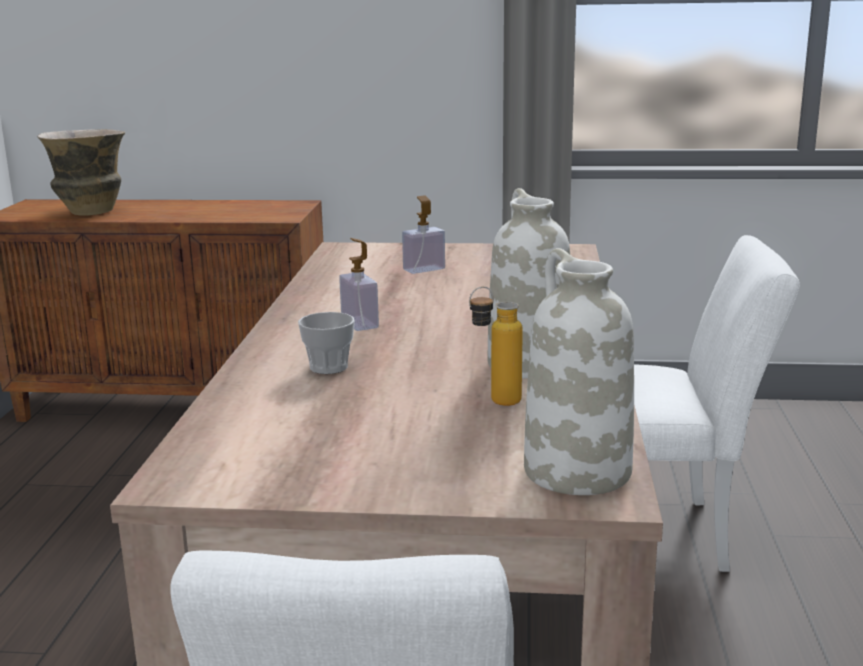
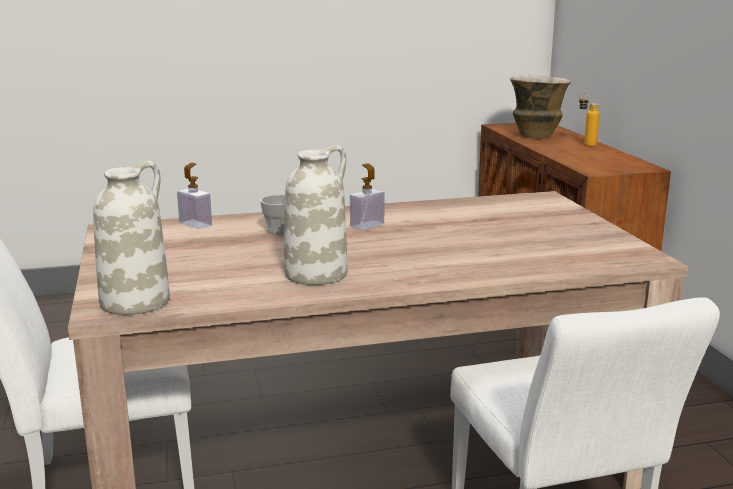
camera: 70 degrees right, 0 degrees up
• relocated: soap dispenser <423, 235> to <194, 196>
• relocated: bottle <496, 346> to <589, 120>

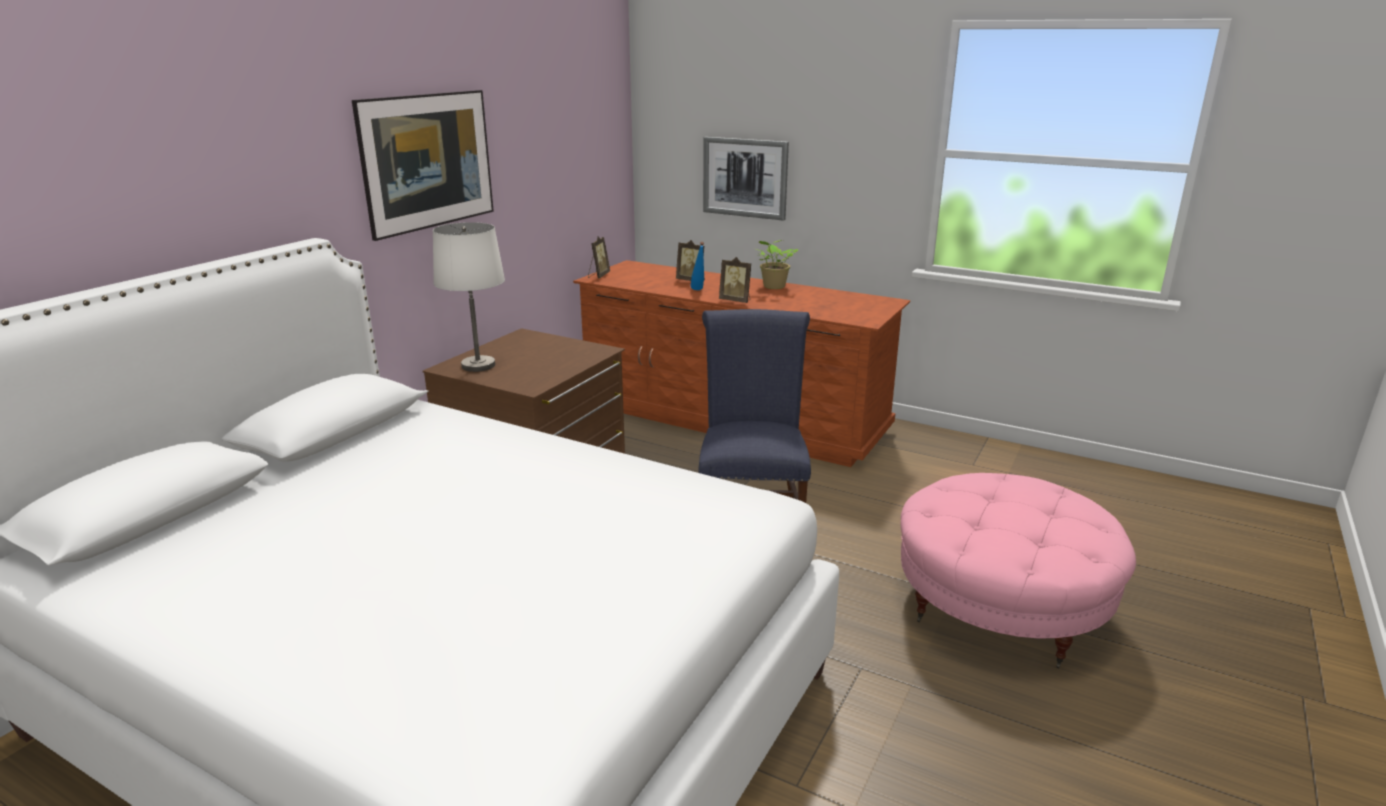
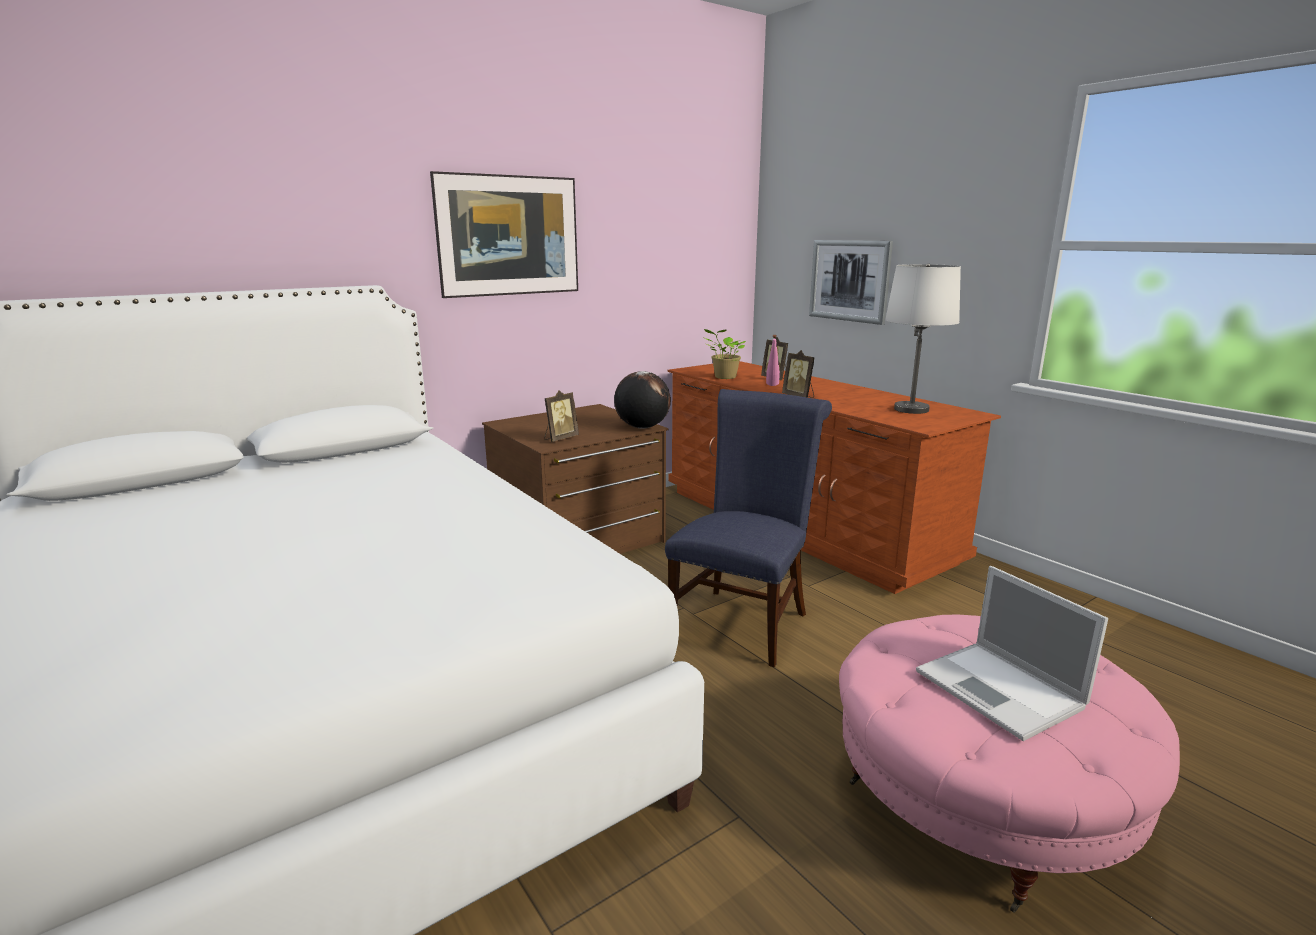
camera: 25 degrees right, 5 degrees down
• appeared: globe <642, 400>
• appeared: laptop <1012, 653>
• relocated: white table lamp <469, 297> to <923, 338>
• relocated: picture frame <599, 257> to <561, 416>
• relocated: potted plant <777, 264> to <725, 354>
• colour: blue bottle <697, 266> to pink bottle <773, 360>

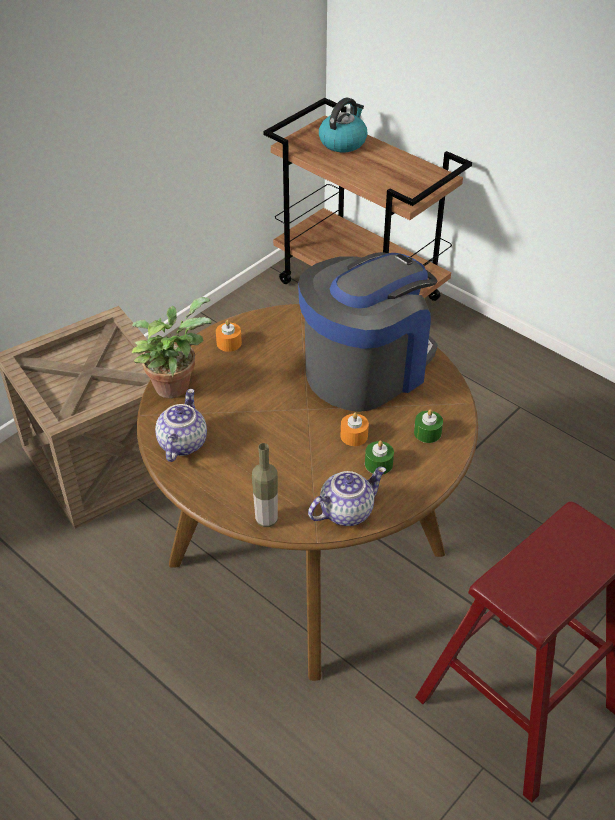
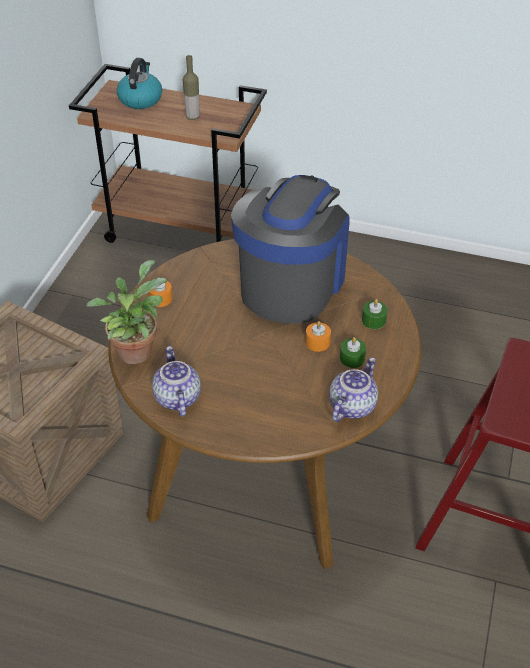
camera: 25 degrees left, 0 degrees up
• relocated: bottle <265, 485> to <191, 87>

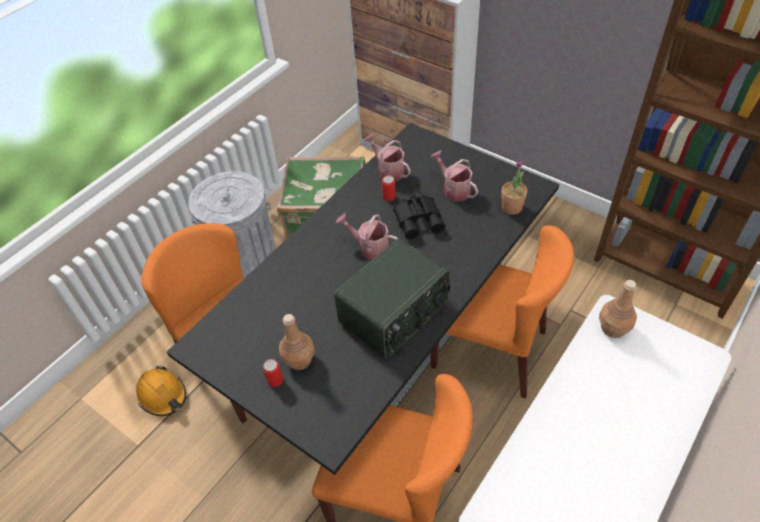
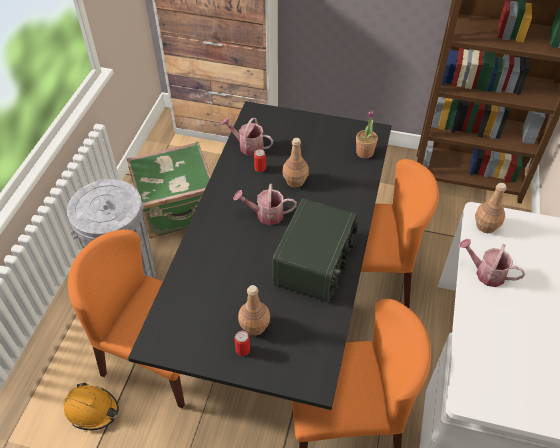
camera: 25 degrees left, 0 degrees up
• relocated: watering can <454, 176> to <492, 263>
• exchanged: black binoculars <419, 217> to brown bottle <295, 163>

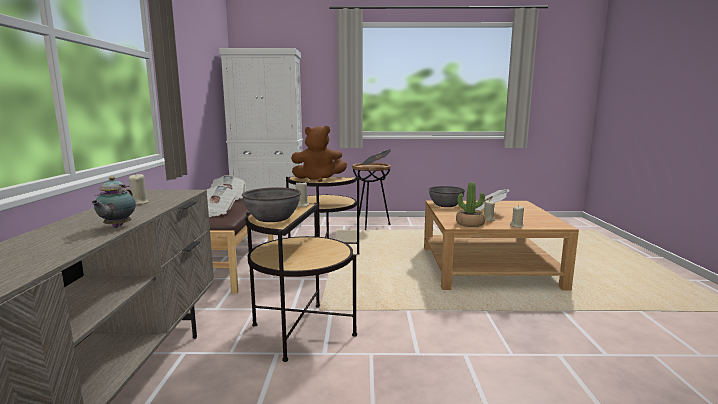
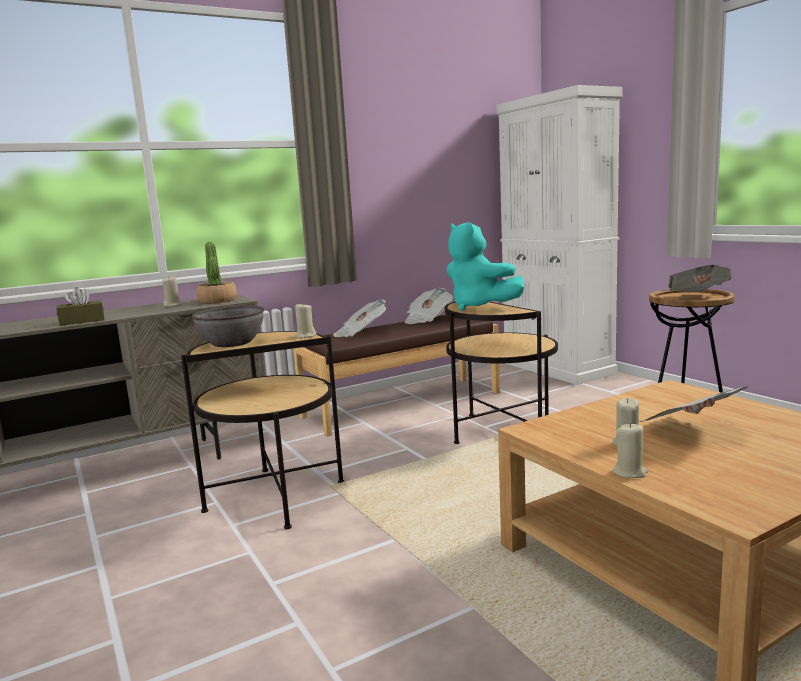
camera: 60 degrees right, 0 degrees up
• missing: grey bowl <447, 196>
• relocated: potted plant <470, 204> to <216, 272>
• exchanged: teapot <113, 202> to brown tissue box <80, 306>
• colour: brown plush toy <319, 154> to turquoise plush toy <485, 266>

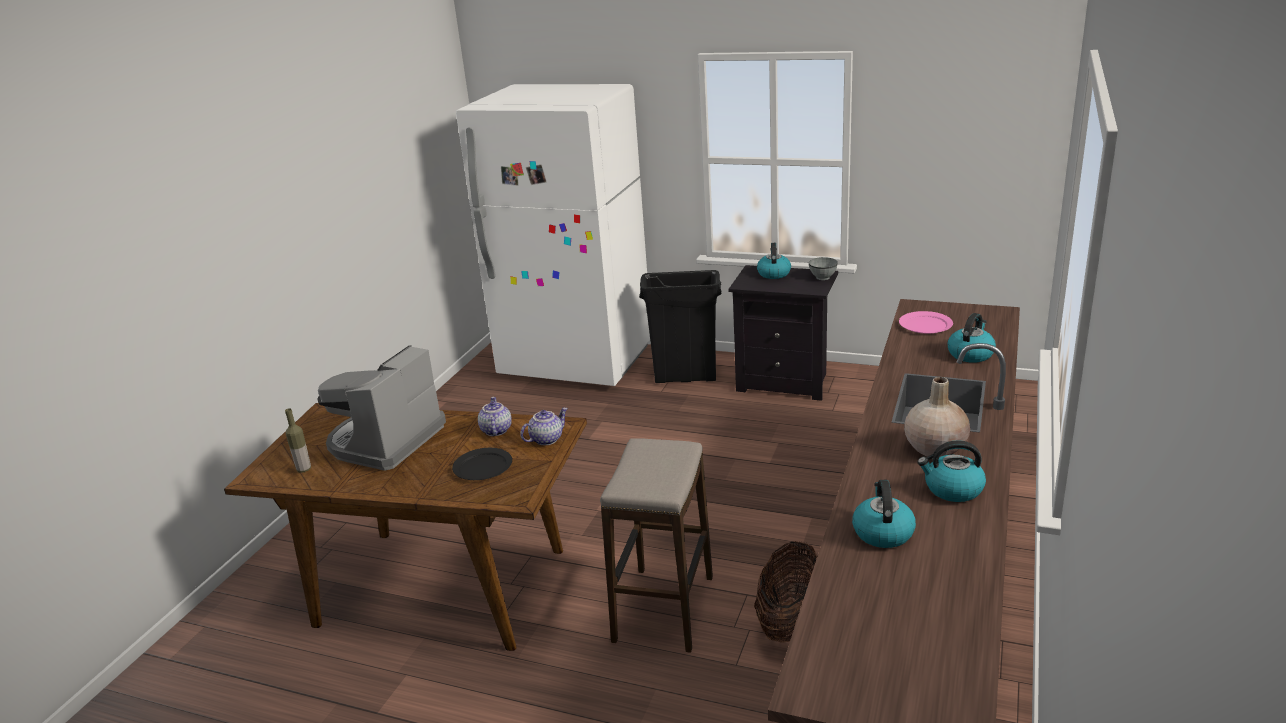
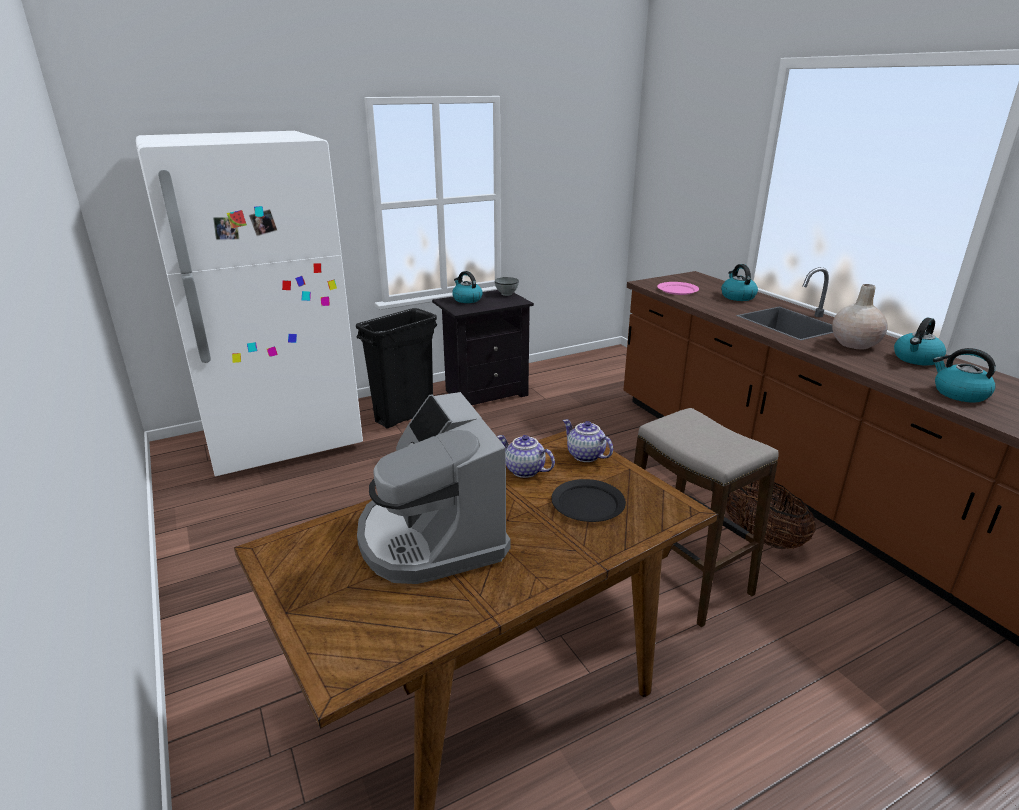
camera: 50 degrees left, 0 degrees up
• missing: bottle <298, 440>
• spun: teapot <544, 426> = <588, 440> 45 degrees counterclockwise

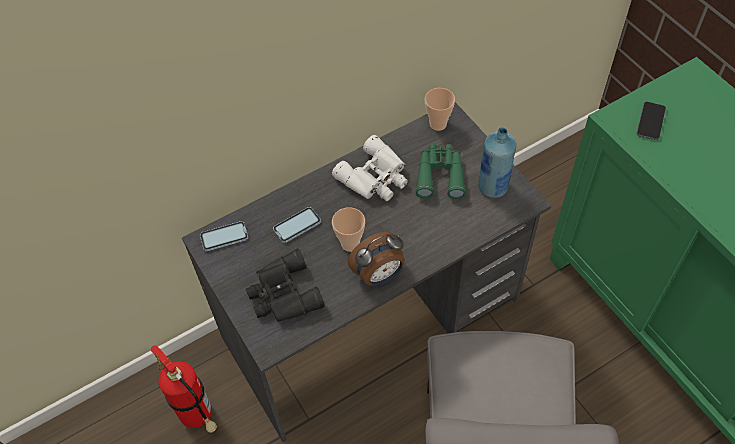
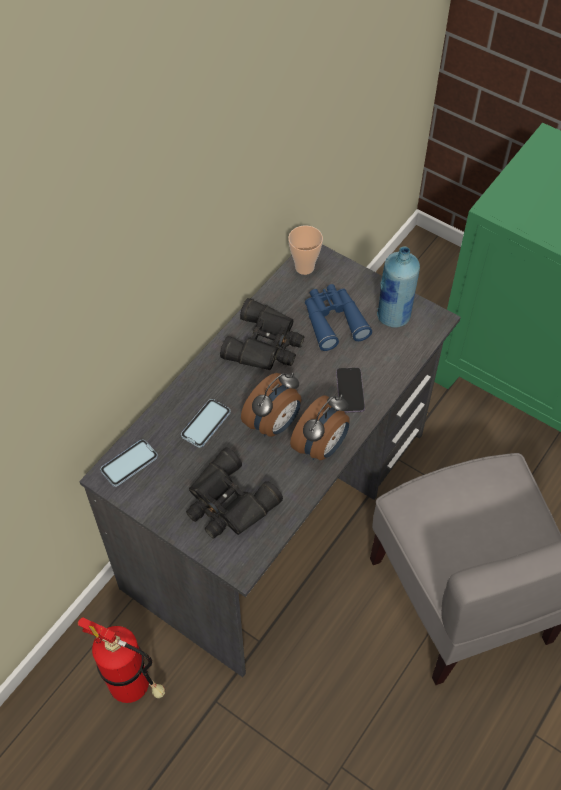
camera: 25 degrees left, 0 degrees up
• relocated: phone <651, 121> to <350, 390>
• exchanged: cup <348, 229> to alarm clock <271, 405>
• colour: white binoculars <370, 168> to black binoculars <262, 334>
• colour: green binoculars <440, 171> to blue binoculars <338, 317>

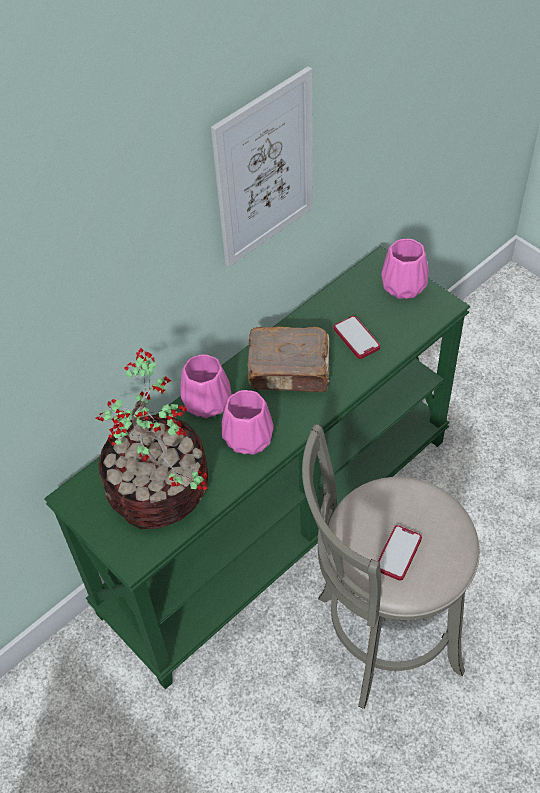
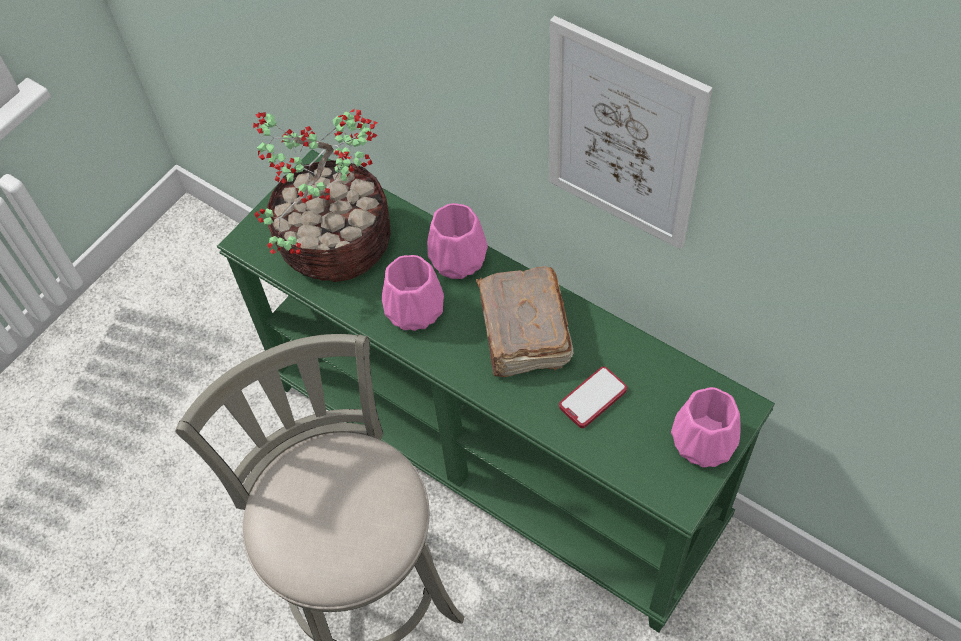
camera: 80 degrees right, 5 degrees up
• missing: phone <400, 553>

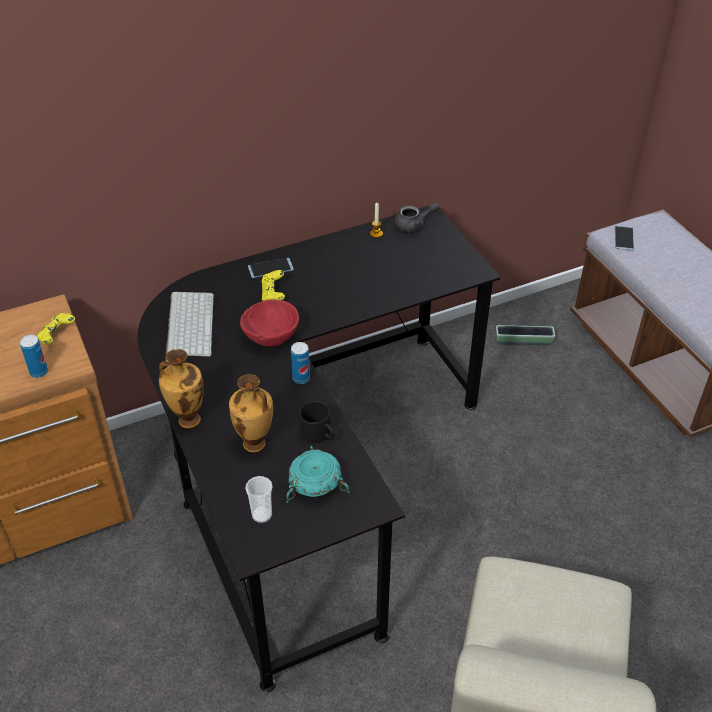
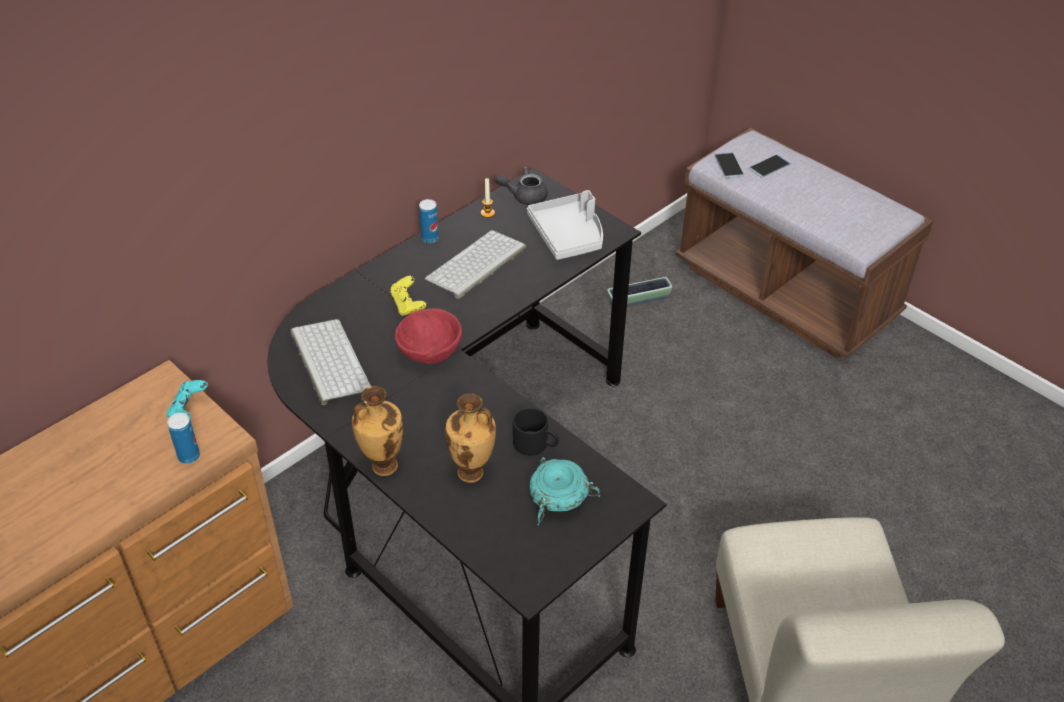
camera: 20 degrees left, 0 degrees up
• missing: cup <258, 499>
• appeared: keyboard <475, 264>
• appeared: grey tray <565, 225>
• relocated: phone <271, 268> to <770, 166>
• relocated: can <300, 363> to <429, 221>
• colour: yellow game controller <56, 329> to turquoise game controller <187, 399>
• spun: grey teapot <417, 217> = <521, 186> 150 degrees counterclockwise

